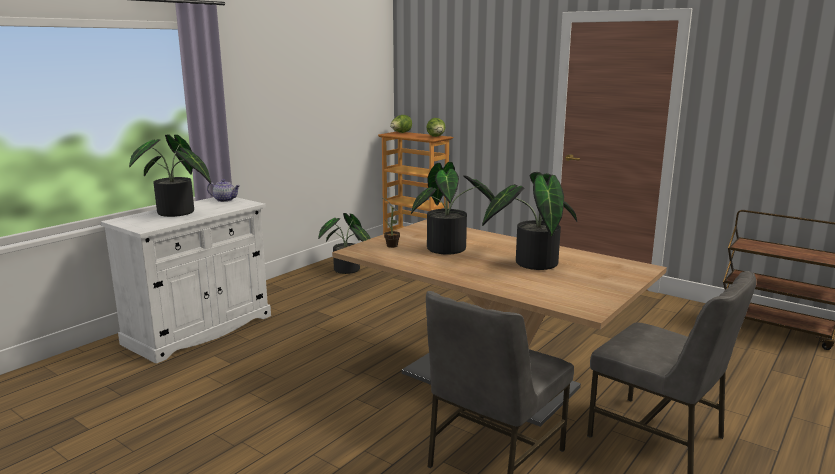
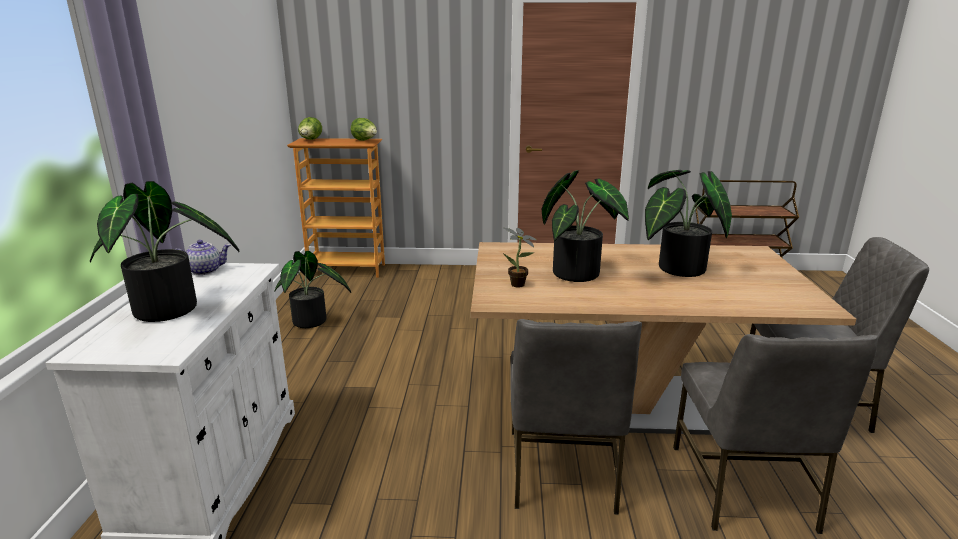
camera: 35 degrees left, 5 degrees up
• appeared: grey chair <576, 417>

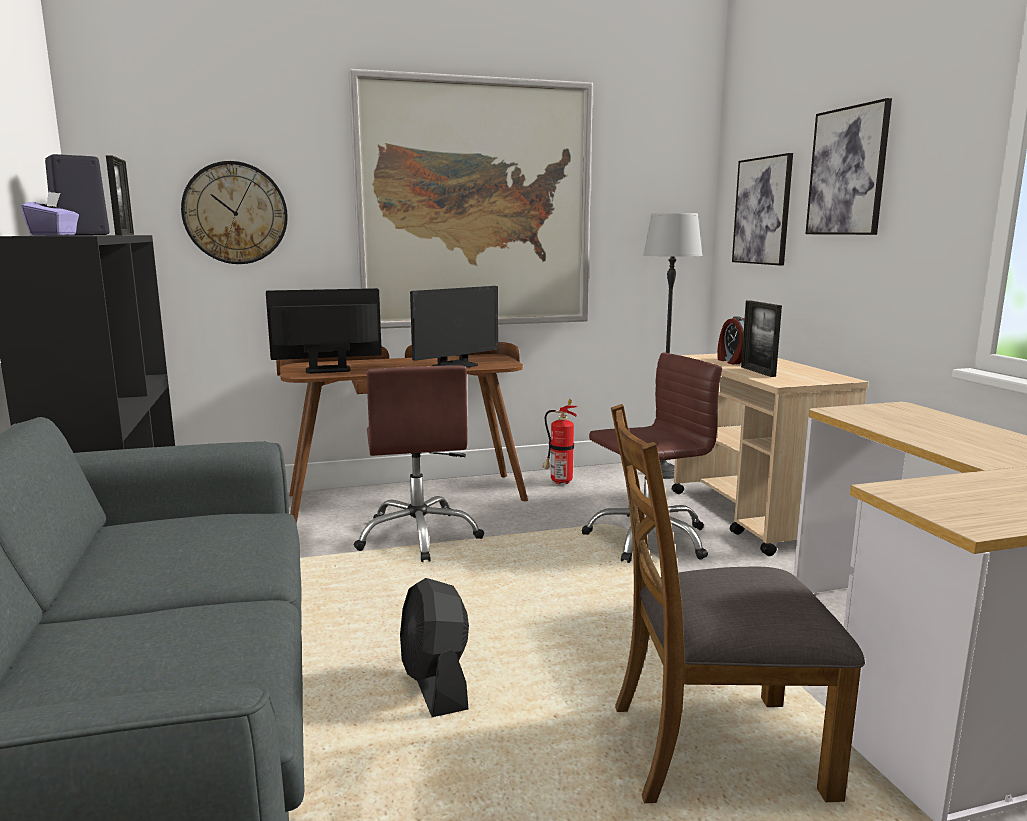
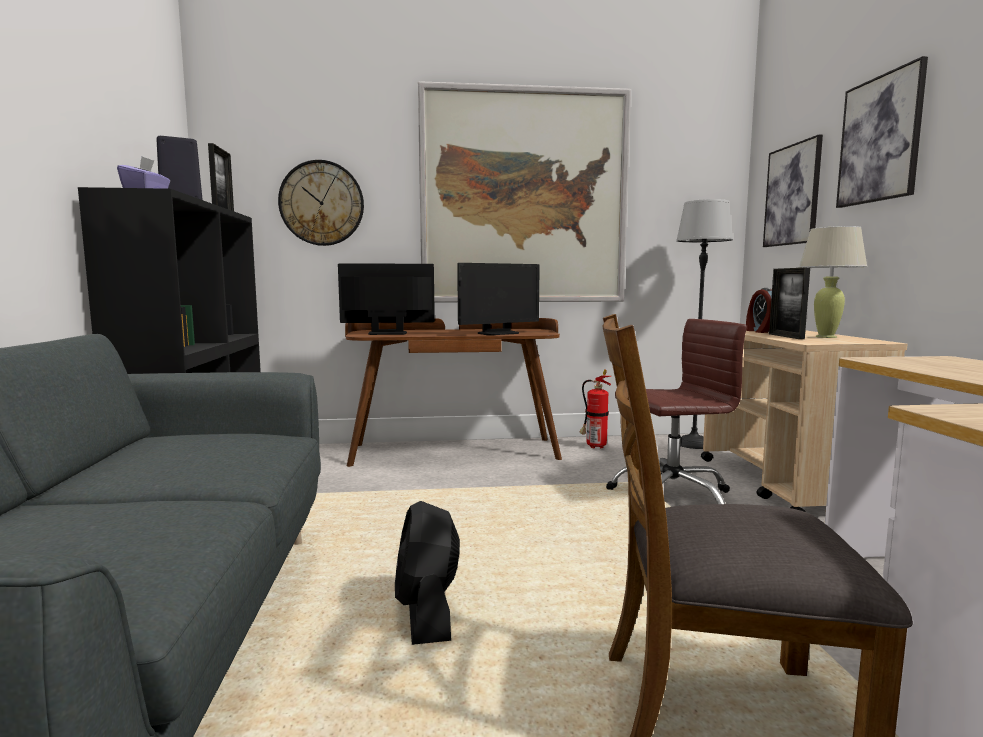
camera: 10 degrees right, 5 degrees down
• missing: brown office chair <419, 464>
• appeared: beige table lamp <833, 282>

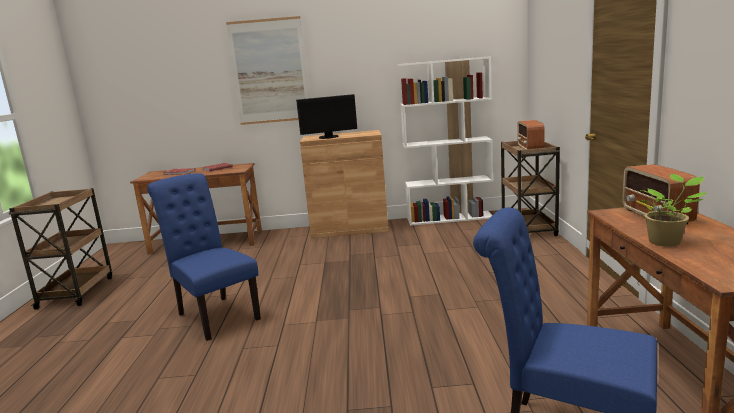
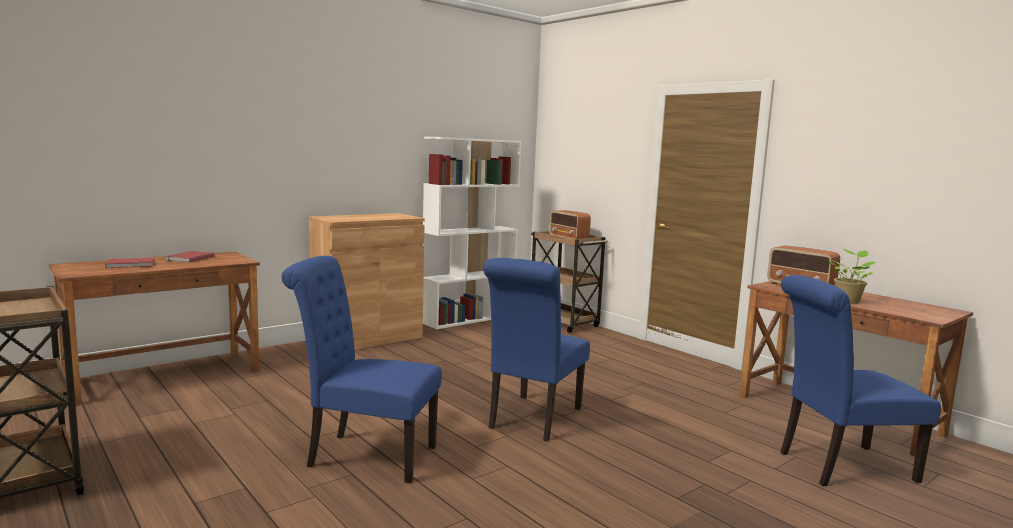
camera: 40 degrees left, 5 degrees down
• missing: picture <267, 70>
• missing: monitor <326, 116>
• appeared: blue chair <536, 350>

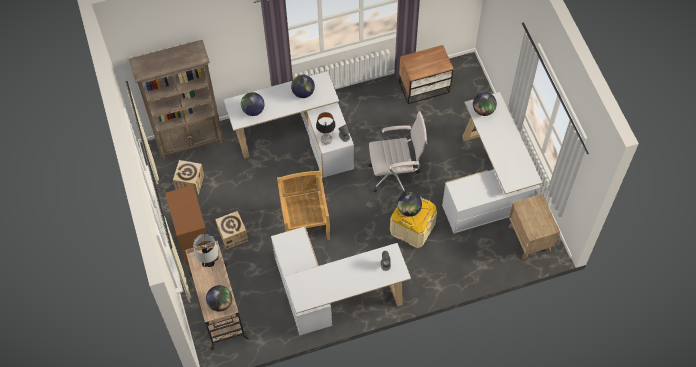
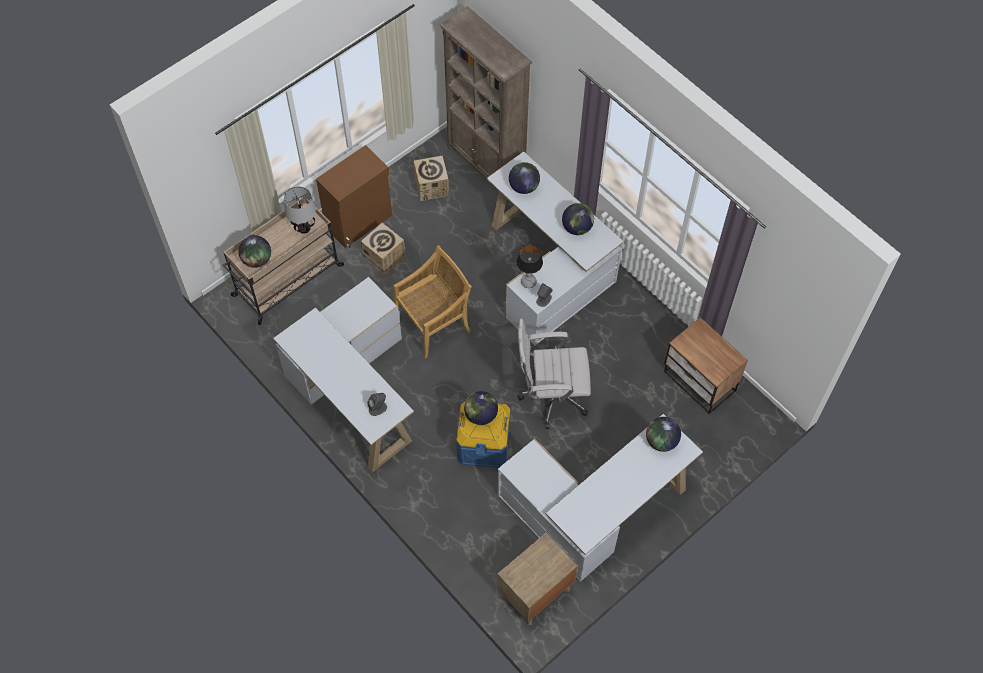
camera: 65 degrees right, 0 degrees up
• colour: beige storage box <413, 222> to blue storage box <483, 434>
• spun: white office chair <397, 152> = <554, 374> 120 degrees clockwise

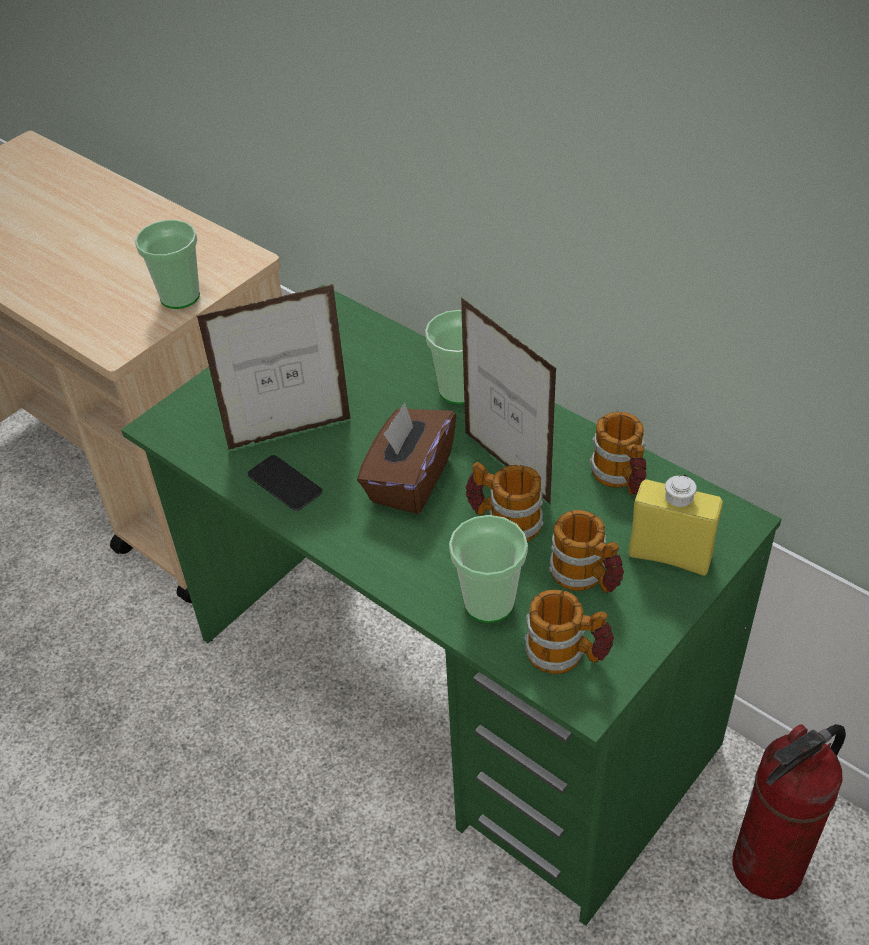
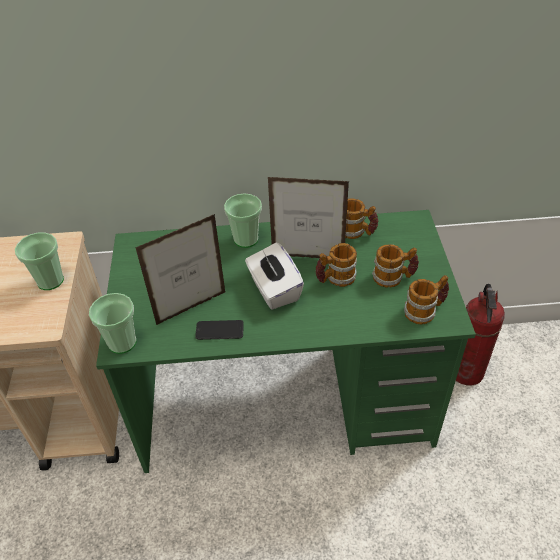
camera: 45 degrees left, 0 degrees up
• missing: yellow bottle <675, 525>
• relocated: cup <488, 569> to <112, 323>
• colour: brown tissue box <406, 458> to white tissue box <274, 276>
• spun: picture frame <273, 367> = <180, 269> 150 degrees counterclockwise

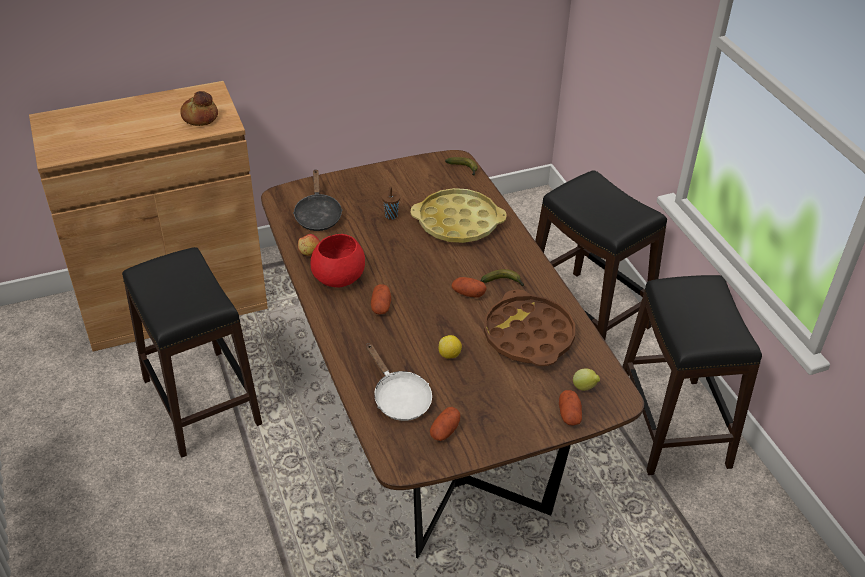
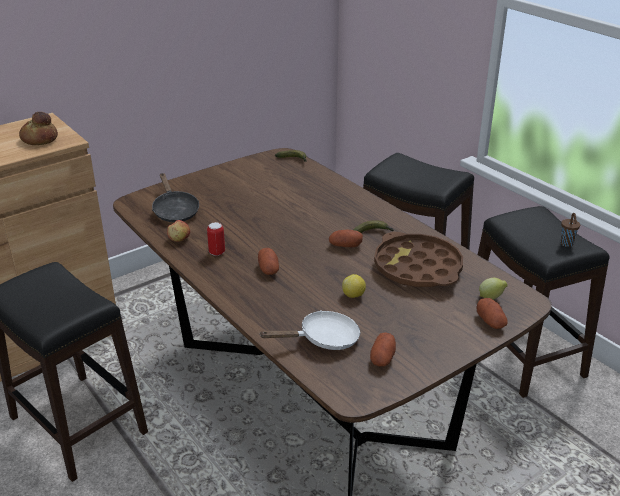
camera: 15 degrees left, 10 degrees down
• missing: yellow tray <459, 215>
• relocated: brown cup <391, 203> to <570, 230>
• exchanged: red bowl <338, 260> to can <216, 239>
• spun: white frying pan <399, 382> = <310, 330> 60 degrees counterclockwise

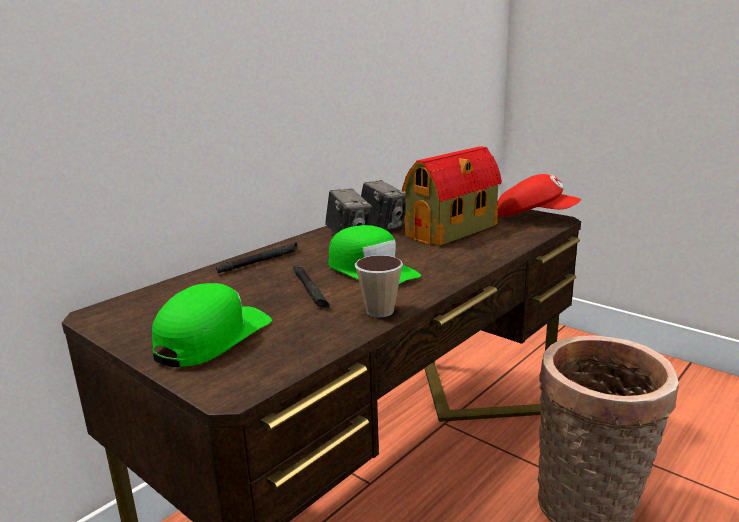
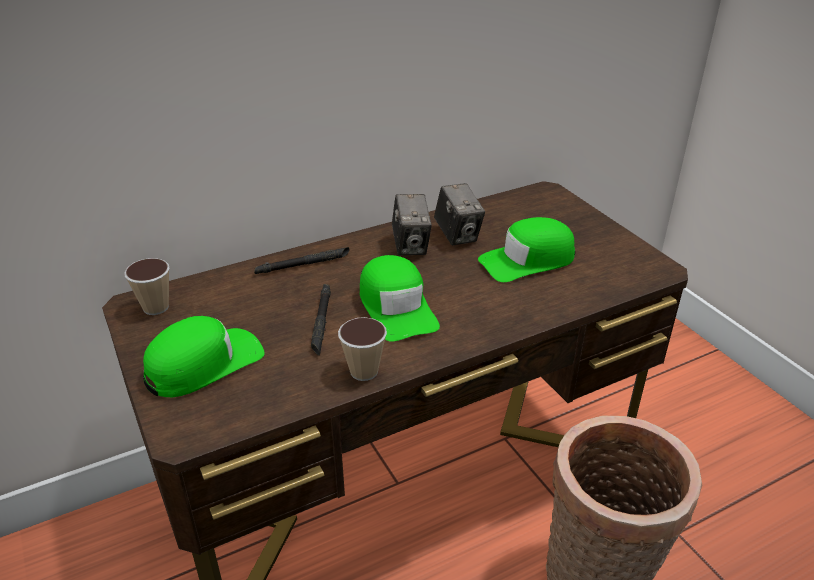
camera: 20 degrees right, 15 degrees up
• missing: red cap <539, 195>
• appeared: cup <147, 286>
• exchanged: toy house <452, 196> to green cap <526, 249>

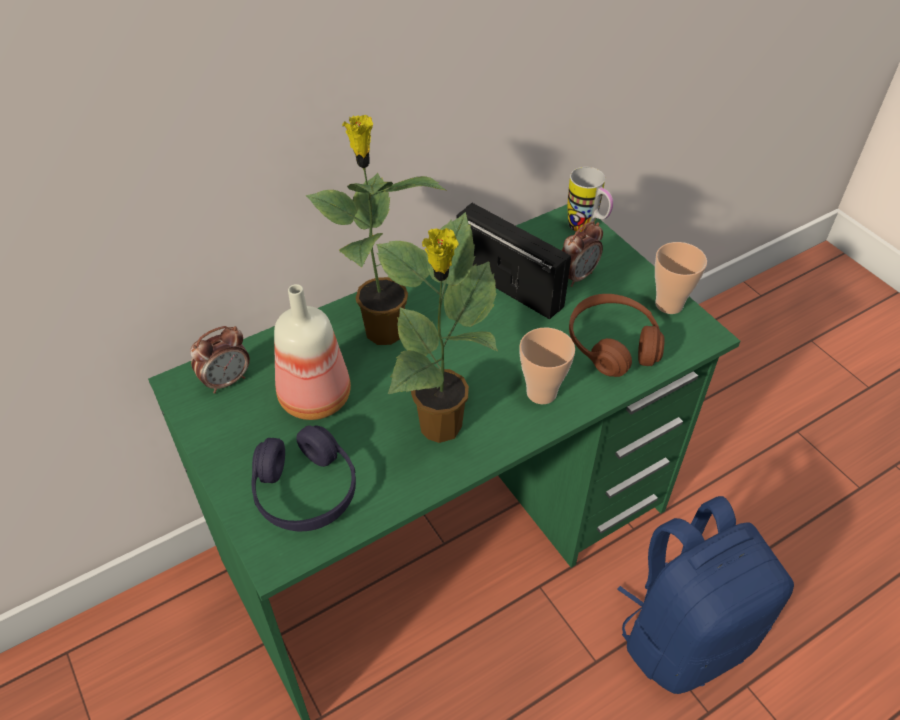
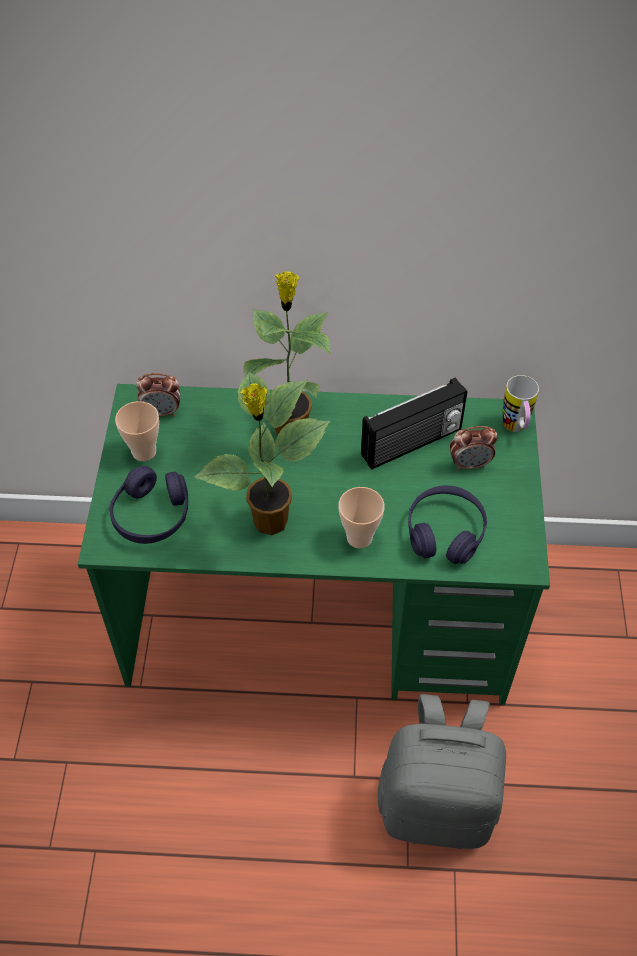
camera: 35 degrees right, 5 degrees up
• missing: bottle <312, 352>
• relocated: cup <681, 278> to <137, 431>
• colour: brown headphones <616, 335> to purple headphones <447, 524>
• colour: blue backpack <705, 595> to grey backpack <442, 771>
• spun: radio <513, 261> = <414, 424> 75 degrees clockwise

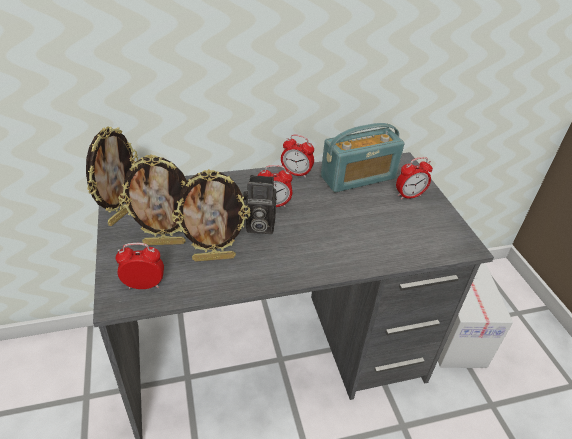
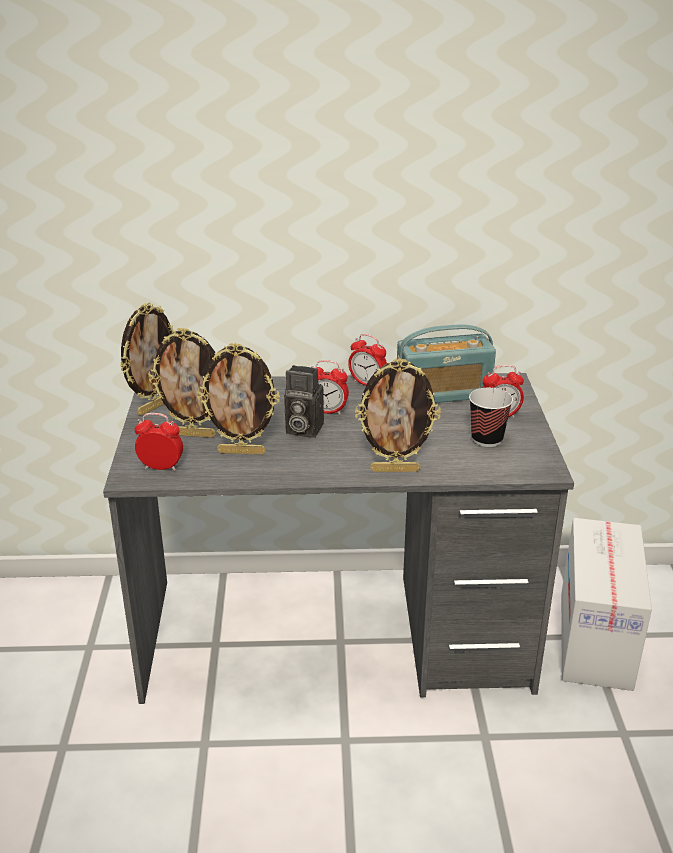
camera: 15 degrees right, 10 degrees down
• appeared: picture frame <398, 415>
• appeared: cup <491, 417>

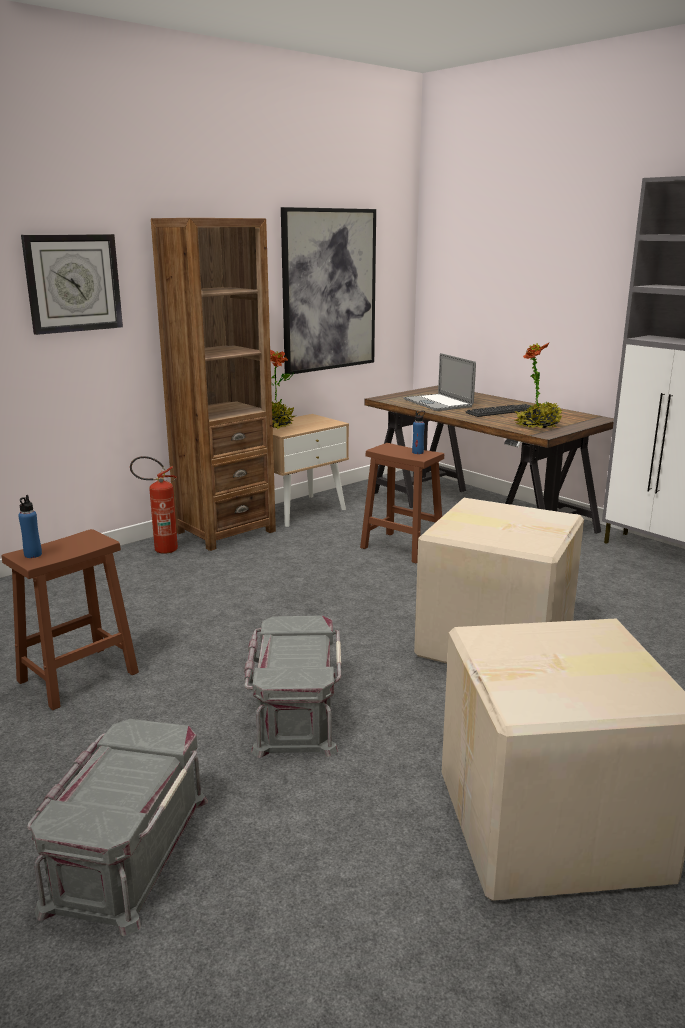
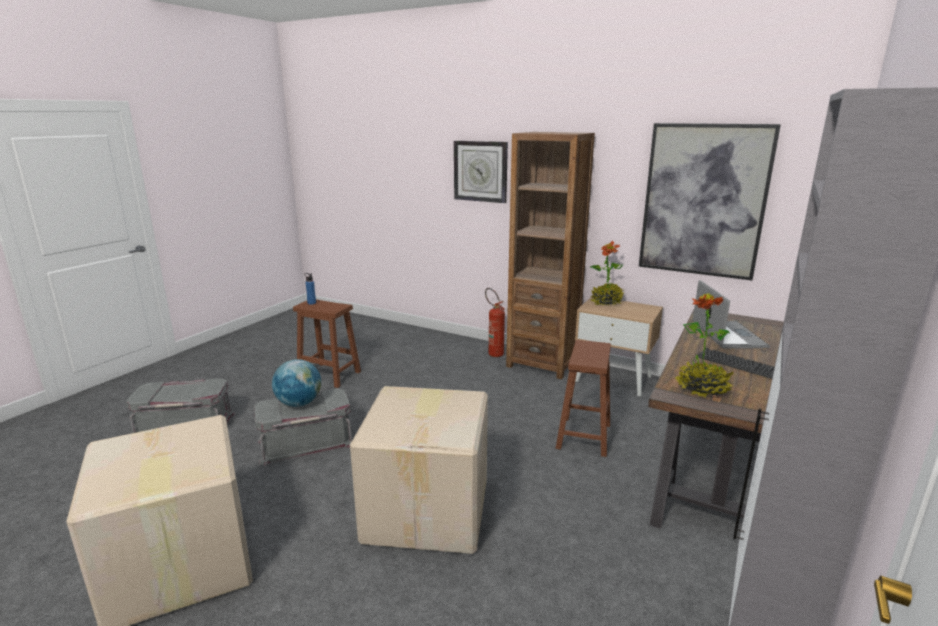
camera: 70 degrees right, 0 degrees up
• missing: blue bottle <418, 432>
• appeared: globe <296, 383>
• spun: laptop <440, 382> = <731, 314> 135 degrees clockwise

